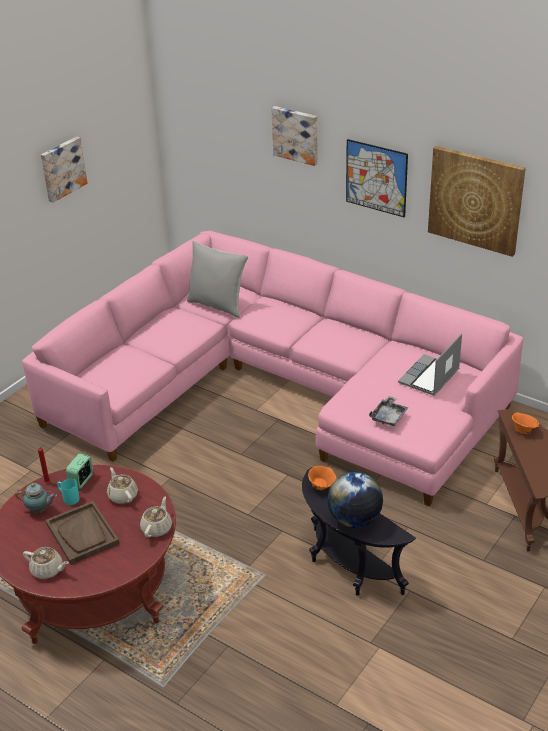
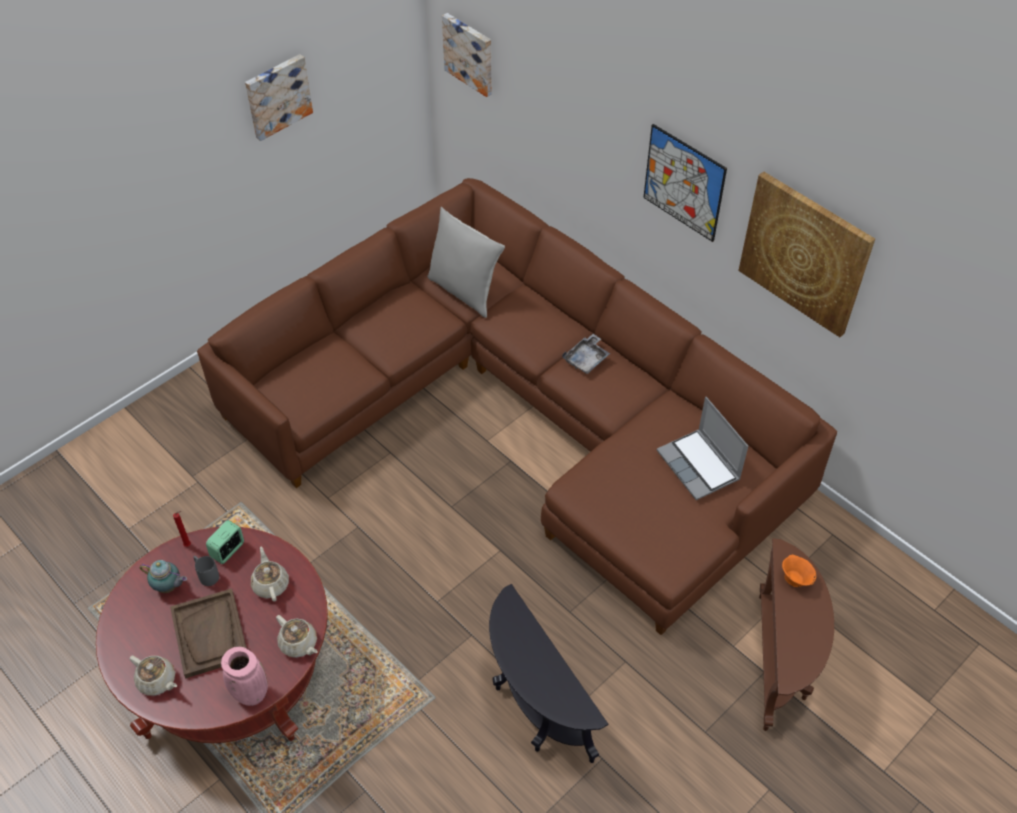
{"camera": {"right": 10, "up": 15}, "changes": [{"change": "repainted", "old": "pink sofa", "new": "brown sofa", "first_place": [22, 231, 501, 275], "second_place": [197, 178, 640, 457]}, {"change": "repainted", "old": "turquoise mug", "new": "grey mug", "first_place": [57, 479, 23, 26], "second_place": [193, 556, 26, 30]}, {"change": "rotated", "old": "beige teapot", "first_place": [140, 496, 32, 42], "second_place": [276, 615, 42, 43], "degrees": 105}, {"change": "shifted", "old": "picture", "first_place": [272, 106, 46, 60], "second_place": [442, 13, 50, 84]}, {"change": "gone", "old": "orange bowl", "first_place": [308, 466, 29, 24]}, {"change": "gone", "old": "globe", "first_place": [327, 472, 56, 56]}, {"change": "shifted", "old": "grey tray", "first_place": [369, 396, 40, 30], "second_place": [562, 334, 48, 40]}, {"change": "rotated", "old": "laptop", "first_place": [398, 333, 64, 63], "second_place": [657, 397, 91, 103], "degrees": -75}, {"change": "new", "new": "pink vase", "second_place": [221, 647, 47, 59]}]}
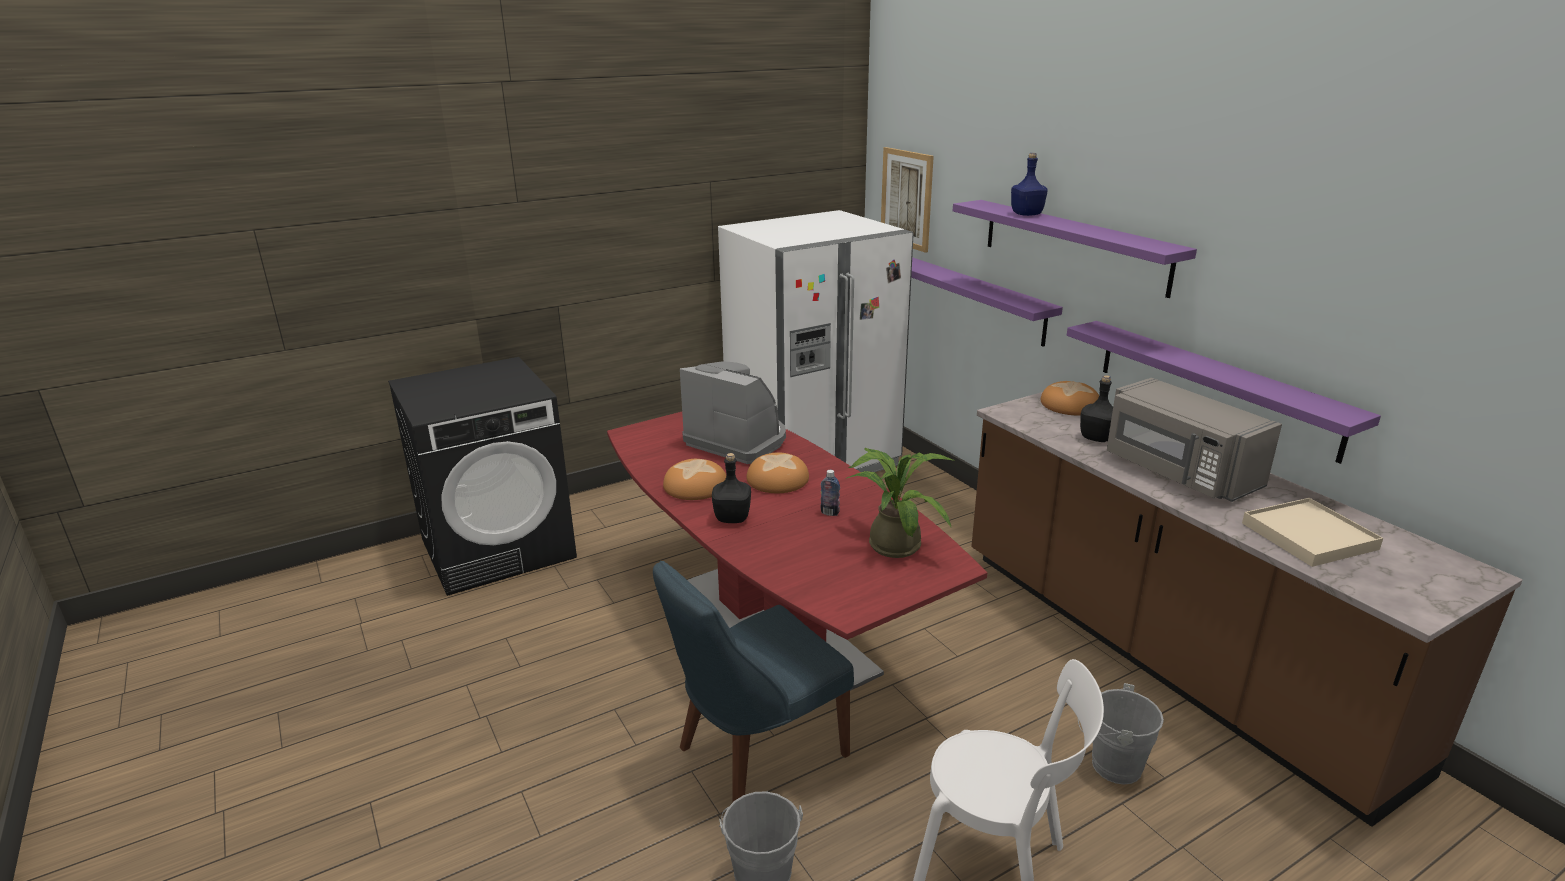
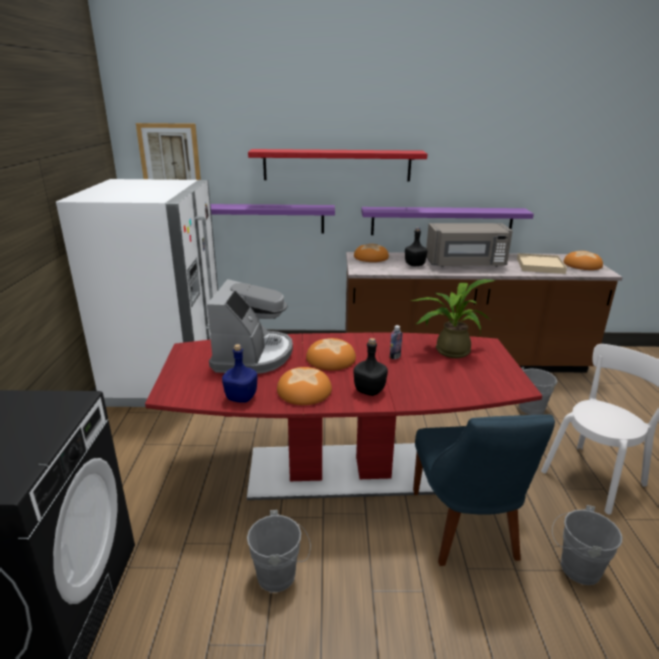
{"camera": {"right": -60, "up": 0}, "changes": [{"change": "rotated", "old": "coffee machine", "first_place": [680, 361, 106, 103], "second_place": [207, 279, 86, 95], "degrees": 120}, {"change": "repainted", "old": "purple shelf", "new": "red shelf", "first_place": [953, 200, 244, 98], "second_place": [248, 149, 179, 33]}, {"change": "shifted", "old": "blue bottle", "first_place": [1011, 153, 37, 63], "second_place": [222, 344, 35, 59]}, {"change": "new", "new": "grey bucket", "second_place": [247, 510, 64, 82]}, {"change": "new", "new": "bread", "second_place": [563, 251, 40, 19]}]}
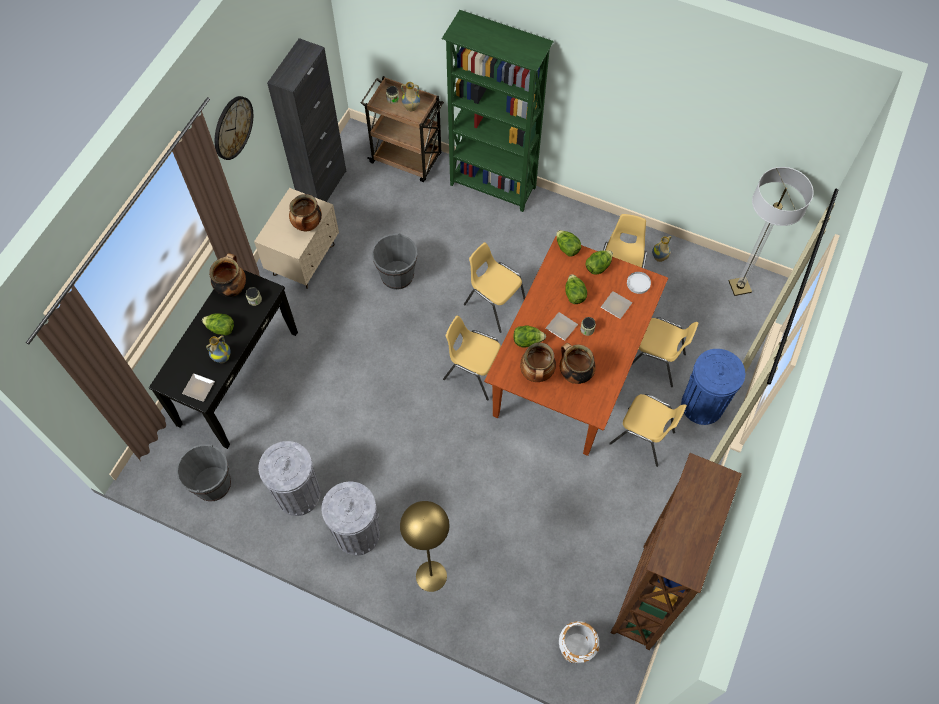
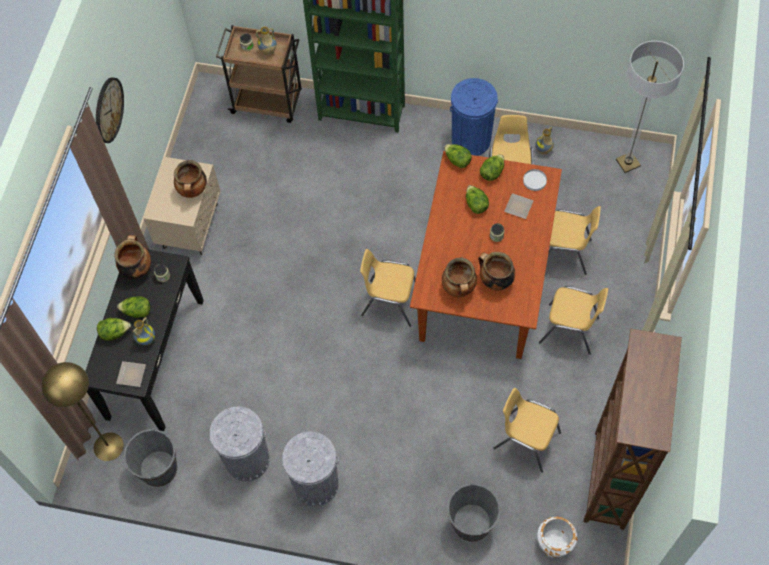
{"camera": {"right": -10, "up": 0}, "changes": [{"change": "gone", "old": "black cabinet", "first_place": [267, 38, 79, 164]}, {"change": "shifted", "old": "grey bucket", "first_place": [372, 233, 45, 57], "second_place": [447, 483, 53, 59]}, {"change": "shifted", "old": "yellow floor lamp", "first_place": [400, 501, 49, 91], "second_place": [42, 362, 82, 99]}, {"change": "shifted", "old": "yellow chair", "first_place": [464, 242, 61, 91], "second_place": [493, 388, 68, 85]}, {"change": "shifted", "old": "lettuce", "first_place": [513, 325, 33, 23], "second_place": [97, 318, 34, 23]}, {"change": "gone", "old": "plate", "first_place": [546, 312, 32, 29]}, {"change": "shifted", "old": "blue trash can", "first_place": [681, 349, 64, 76], "second_place": [450, 78, 48, 78]}]}
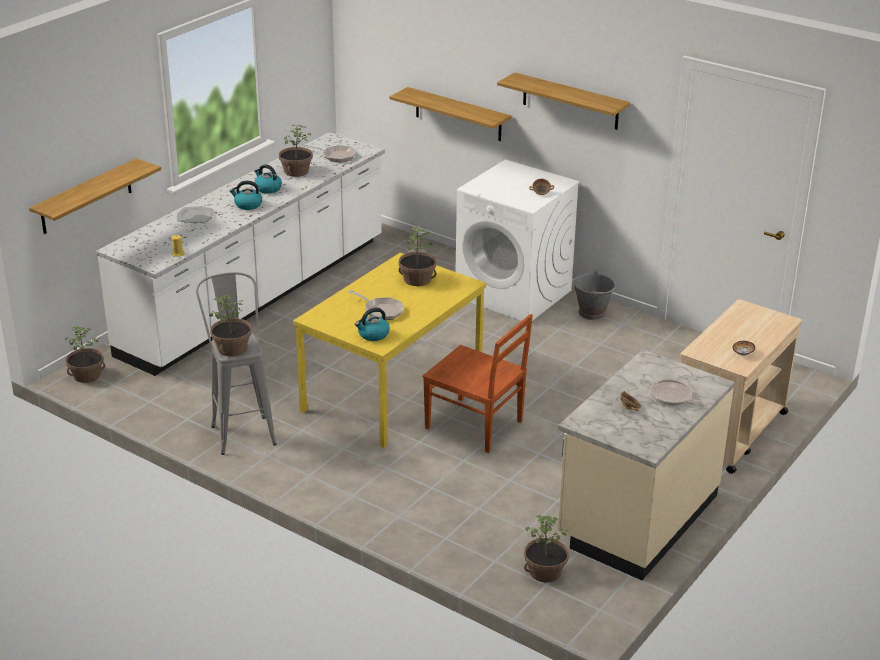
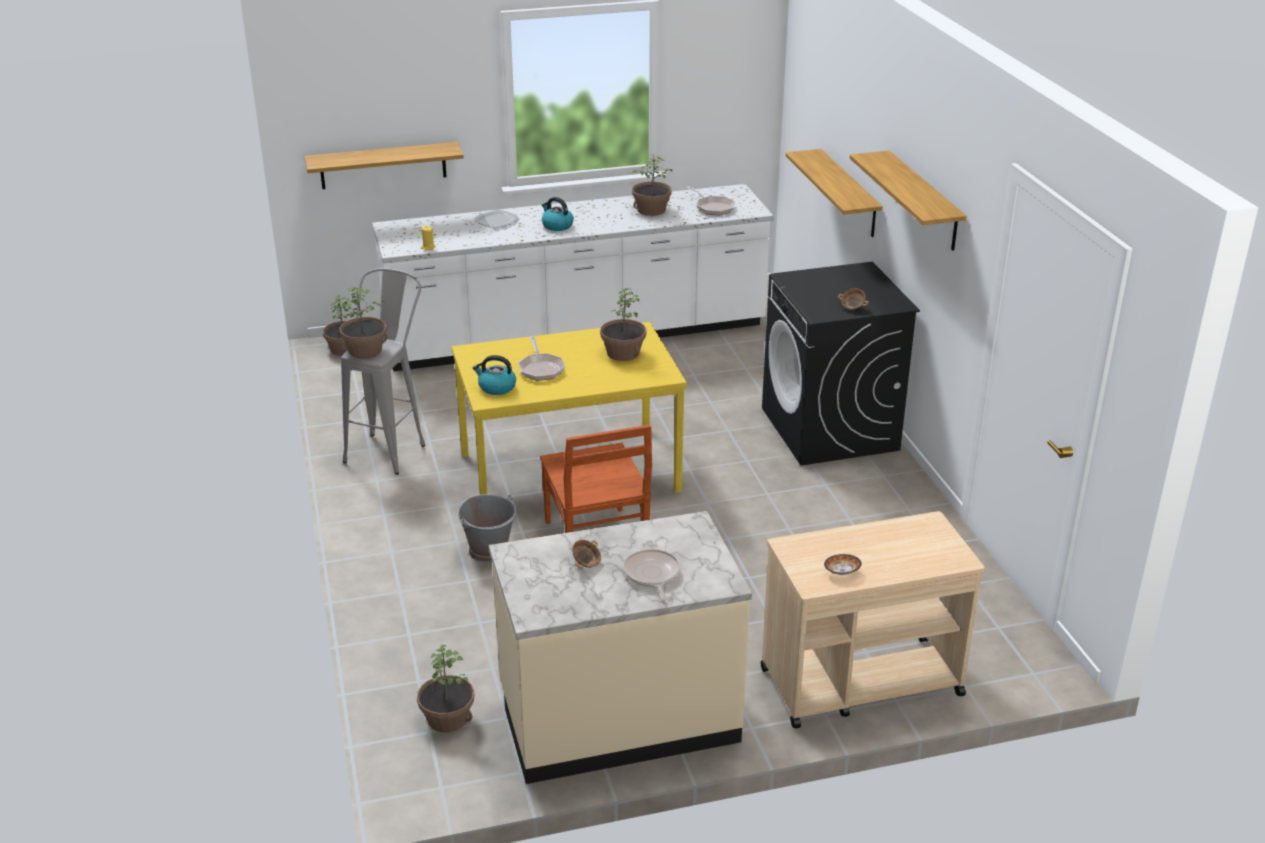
{"camera": {"right": 40, "up": 0}, "changes": [{"change": "gone", "old": "kettle", "first_place": [254, 164, 28, 30]}, {"change": "repainted", "old": "white washing machine", "new": "black washing machine", "first_place": [455, 159, 125, 162], "second_place": [762, 262, 158, 203]}, {"change": "shifted", "old": "grey bucket", "first_place": [572, 270, 44, 50], "second_place": [458, 494, 59, 69]}]}
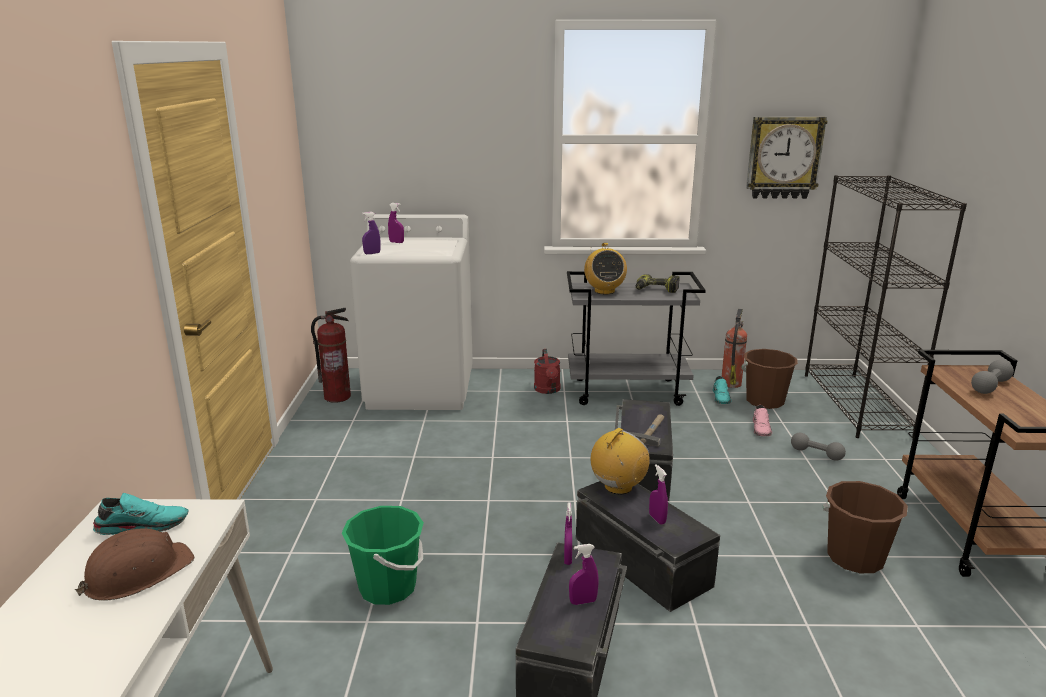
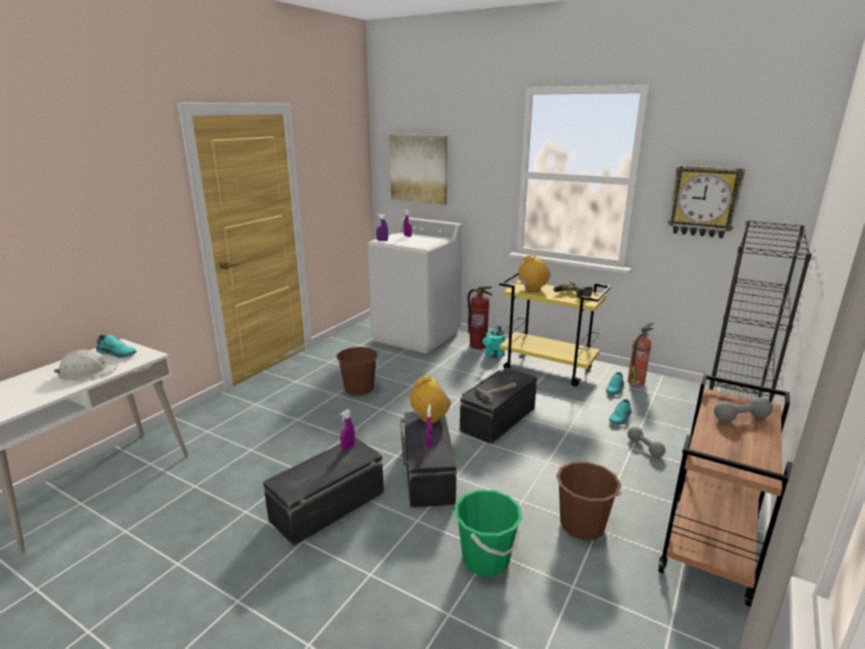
{"camera": {"right": 30, "up": 0}, "changes": [{"change": "repainted", "old": "brown hard hat", "new": "white hard hat", "first_place": [75, 528, 119, 73], "second_place": [54, 350, 64, 30]}, {"change": "shifted", "old": "fire extinguisher", "first_place": [311, 308, 40, 95], "second_place": [467, 286, 25, 63]}, {"change": "shifted", "old": "green bucket", "first_place": [342, 506, 82, 99], "second_place": [455, 490, 67, 86]}, {"change": "repainted", "old": "red watering can", "new": "turquoise watering can", "first_place": [534, 349, 26, 45], "second_place": [483, 325, 22, 32]}, {"change": "repainted", "old": "grey cart", "new": "yellow cart", "first_place": [567, 271, 139, 135], "second_place": [499, 272, 112, 115]}, {"change": "gone", "old": "purple spray bottle", "first_place": [569, 544, 30, 61]}, {"change": "rotated", "old": "radio", "first_place": [584, 243, 43, 52], "second_place": [518, 254, 33, 38], "degrees": -135}, {"change": "shifted", "old": "brown bucket", "first_place": [742, 349, 56, 60], "second_place": [336, 347, 43, 48]}, {"change": "repainted", "old": "pink shoe", "new": "turquoise shoe", "first_place": [753, 405, 19, 31], "second_place": [610, 399, 22, 26]}, {"change": "new", "new": "picture", "second_place": [389, 134, 58, 71]}]}
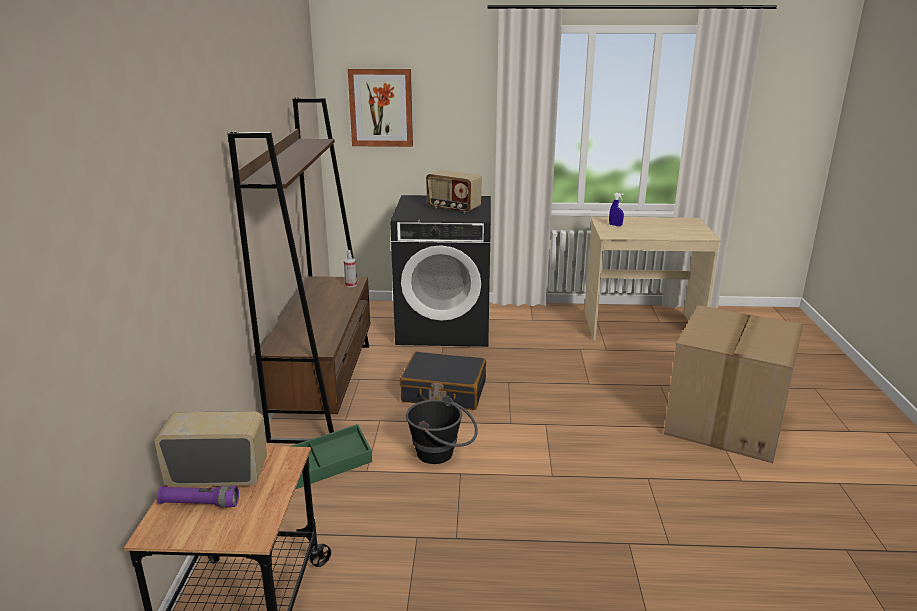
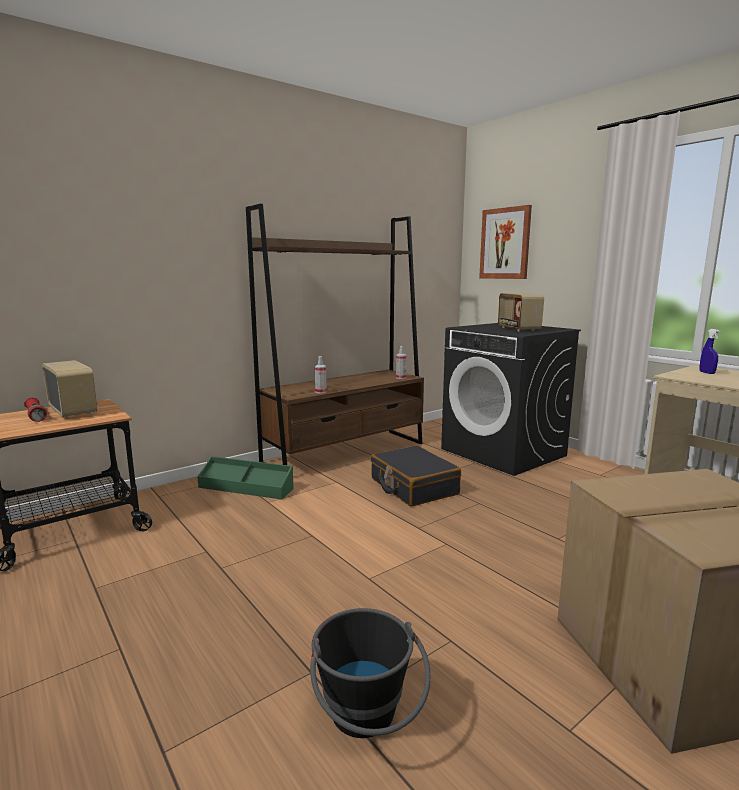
{"camera": {"right": 50, "up": -10}, "changes": [{"change": "repainted", "old": "purple flashlight", "new": "red flashlight", "first_place": [157, 485, 82, 23], "second_place": [24, 397, 23, 25]}, {"change": "shifted", "old": "black bucket", "first_place": [406, 396, 72, 68], "second_place": [310, 608, 121, 130]}, {"change": "new", "new": "spray bottle", "second_place": [315, 356, 12, 38]}]}
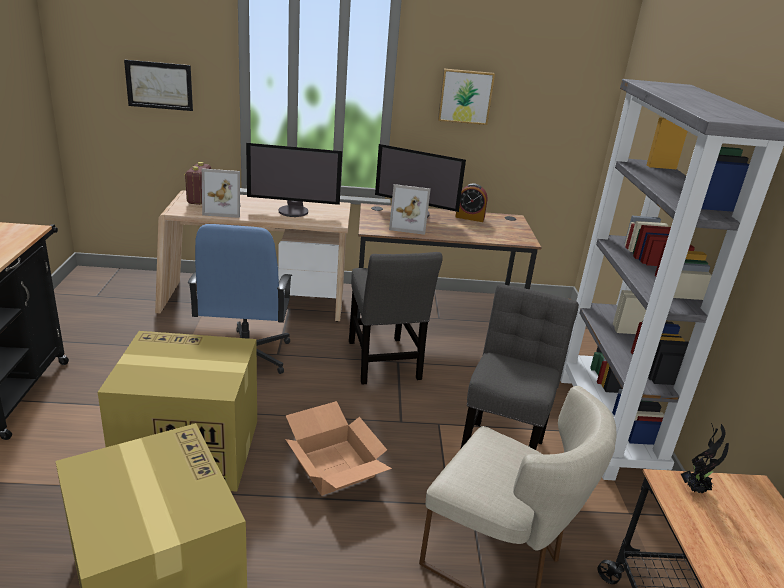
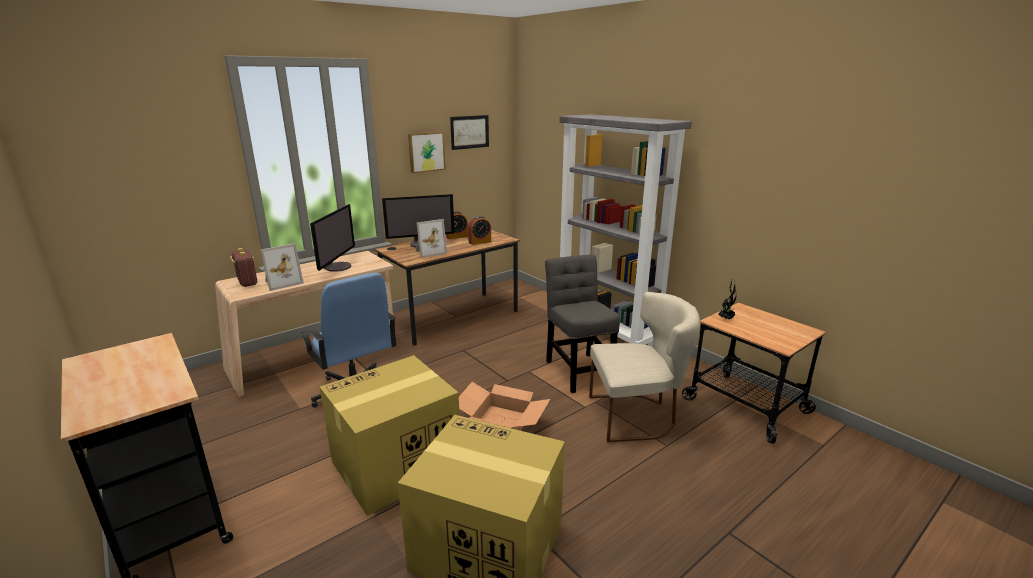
{"camera": {"right": -35, "up": -5}, "changes": [{"change": "shifted", "old": "picture", "first_place": [124, 60, 69, 51], "second_place": [450, 115, 39, 35]}, {"change": "rotated", "old": "monitor", "first_place": [246, 143, 96, 74], "second_place": [310, 204, 45, 68], "degrees": -45}, {"change": "gone", "old": "grey chair", "first_place": [349, 252, 94, 133]}, {"change": "new", "new": "alarm clock", "second_place": [468, 216, 23, 29]}]}
